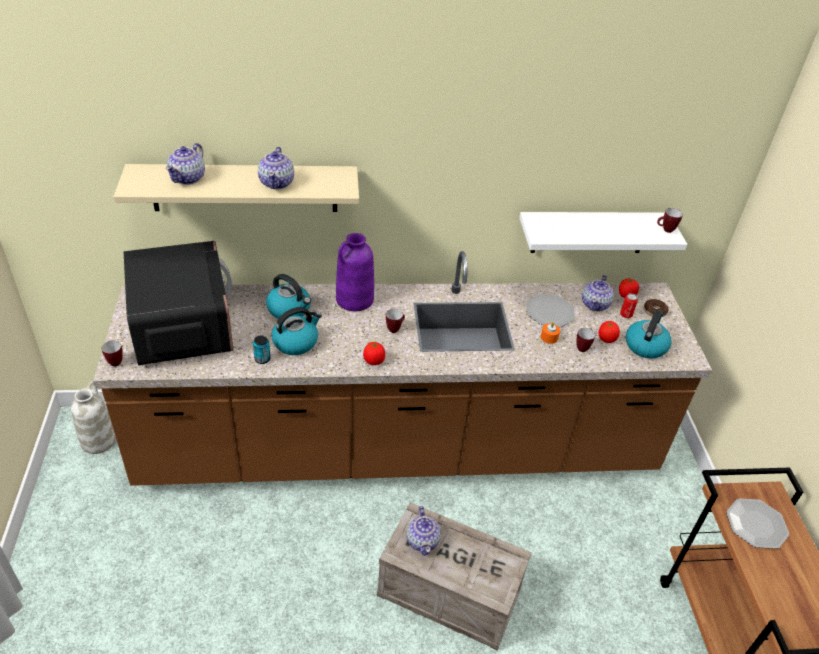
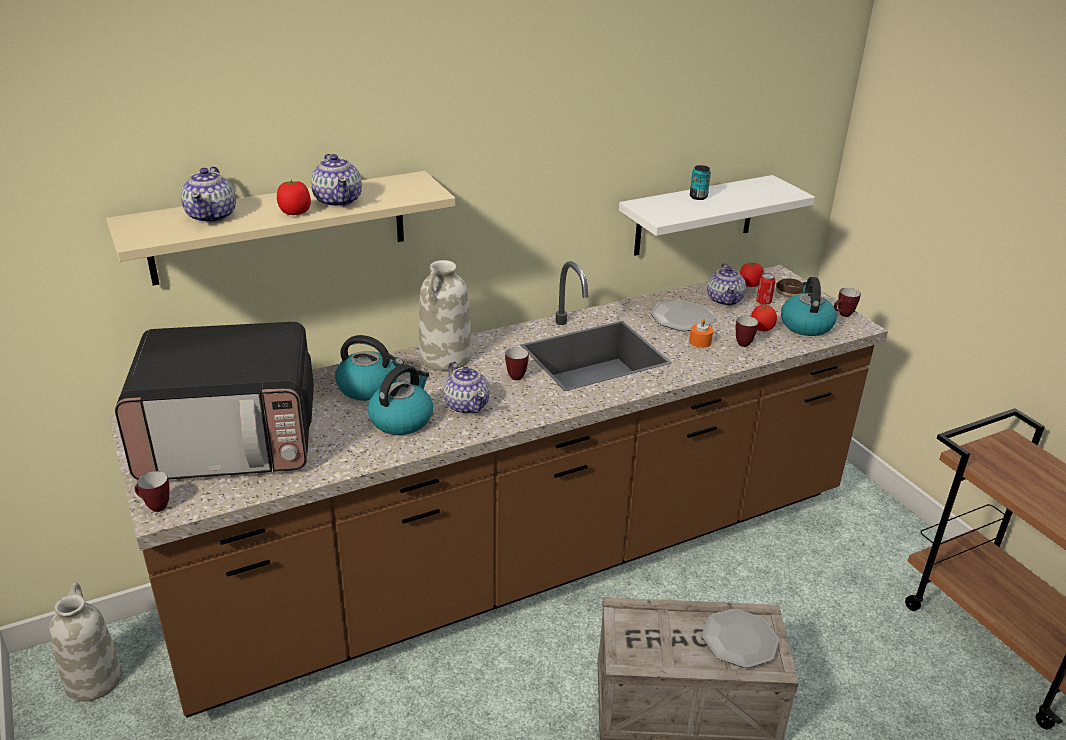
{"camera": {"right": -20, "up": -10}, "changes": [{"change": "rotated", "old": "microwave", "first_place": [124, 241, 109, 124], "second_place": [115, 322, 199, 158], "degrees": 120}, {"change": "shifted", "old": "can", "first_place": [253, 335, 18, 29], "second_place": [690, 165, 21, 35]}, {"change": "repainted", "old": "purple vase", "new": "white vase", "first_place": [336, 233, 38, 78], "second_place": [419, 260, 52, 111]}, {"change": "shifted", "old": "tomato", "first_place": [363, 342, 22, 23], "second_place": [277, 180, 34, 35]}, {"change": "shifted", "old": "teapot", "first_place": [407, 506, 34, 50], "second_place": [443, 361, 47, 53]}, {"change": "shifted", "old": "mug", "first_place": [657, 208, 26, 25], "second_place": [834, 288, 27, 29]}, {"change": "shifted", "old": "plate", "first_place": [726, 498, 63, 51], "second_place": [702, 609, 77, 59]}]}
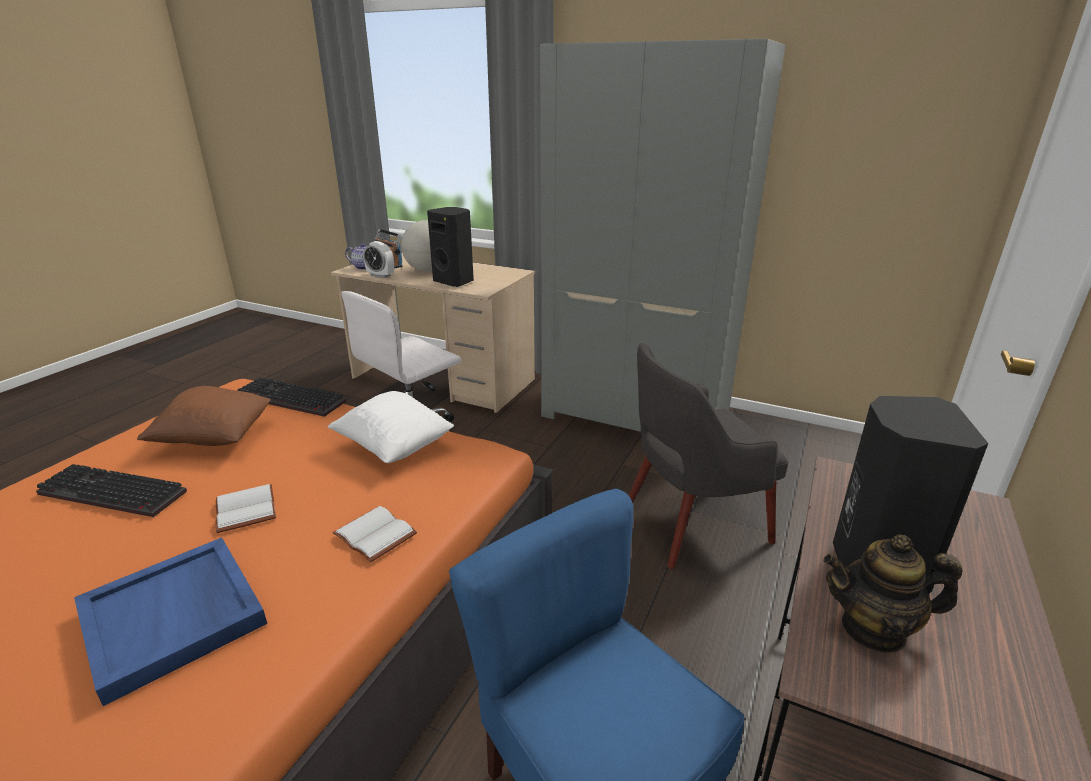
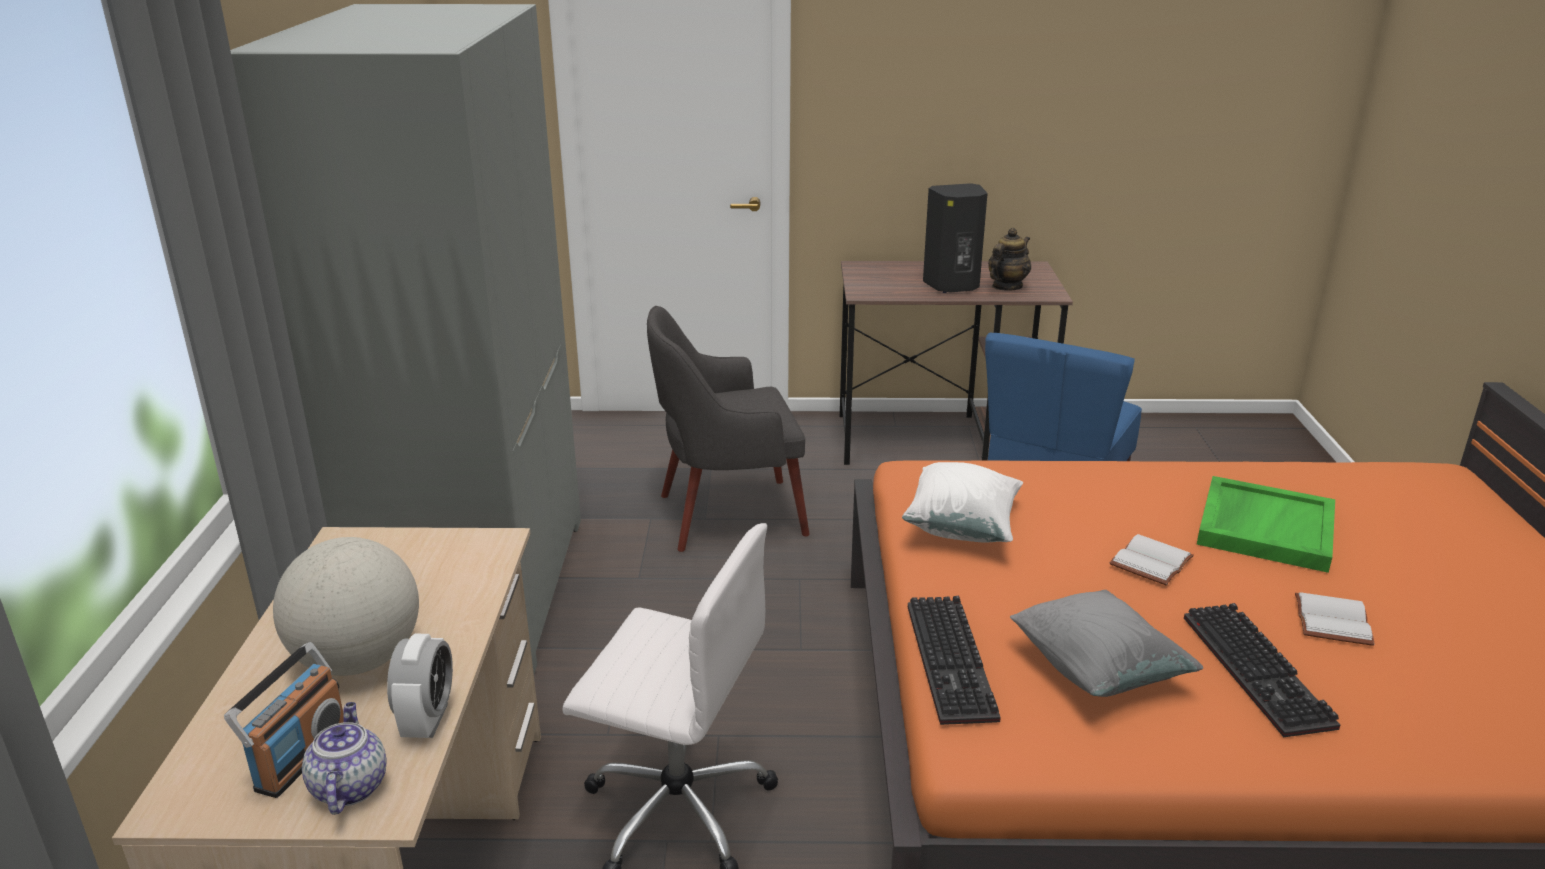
{"camera": {"right": -115, "up": 0}, "changes": [{"change": "repainted", "old": "blue tray", "new": "green tray", "first_place": [74, 537, 193, 169], "second_place": [1197, 476, 138, 97]}, {"change": "repainted", "old": "brown pillow", "new": "grey pillow", "first_place": [137, 386, 134, 60], "second_place": [1010, 590, 193, 107]}, {"change": "shifted", "old": "white book", "first_place": [333, 506, 84, 56], "second_place": [1295, 592, 80, 54]}, {"change": "gone", "old": "black speaker", "first_place": [427, 207, 47, 80]}, {"change": "rotated", "old": "grey armchair", "first_place": [629, 343, 159, 226], "second_place": [647, 306, 163, 246], "degrees": 120}, {"change": "rotated", "old": "teapot", "first_place": [823, 534, 139, 119], "second_place": [988, 228, 43, 63], "degrees": -120}]}
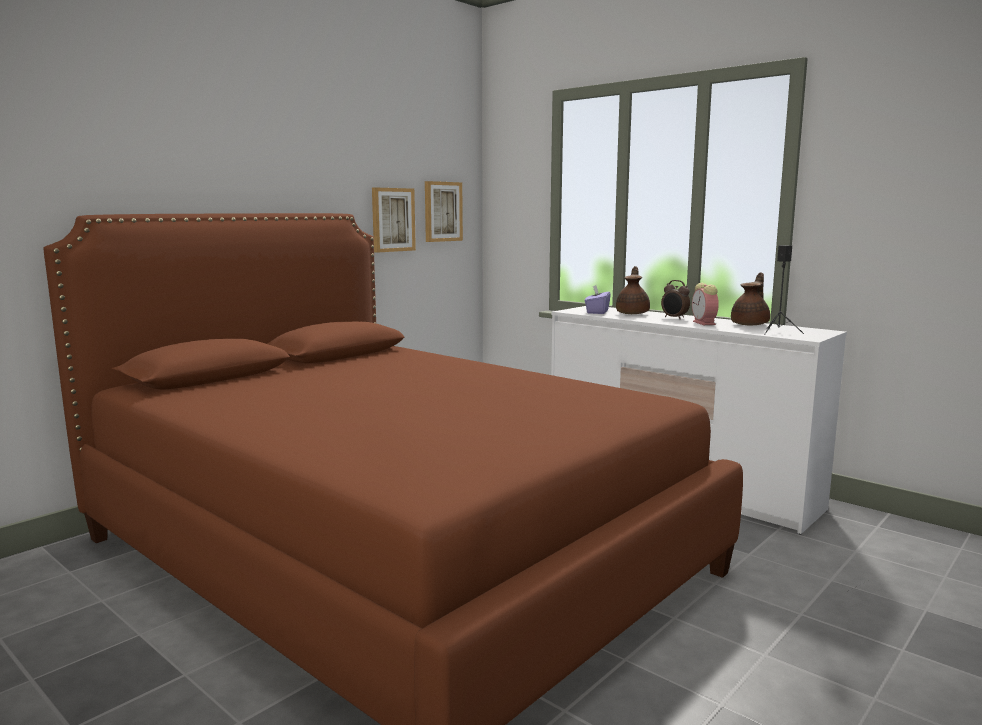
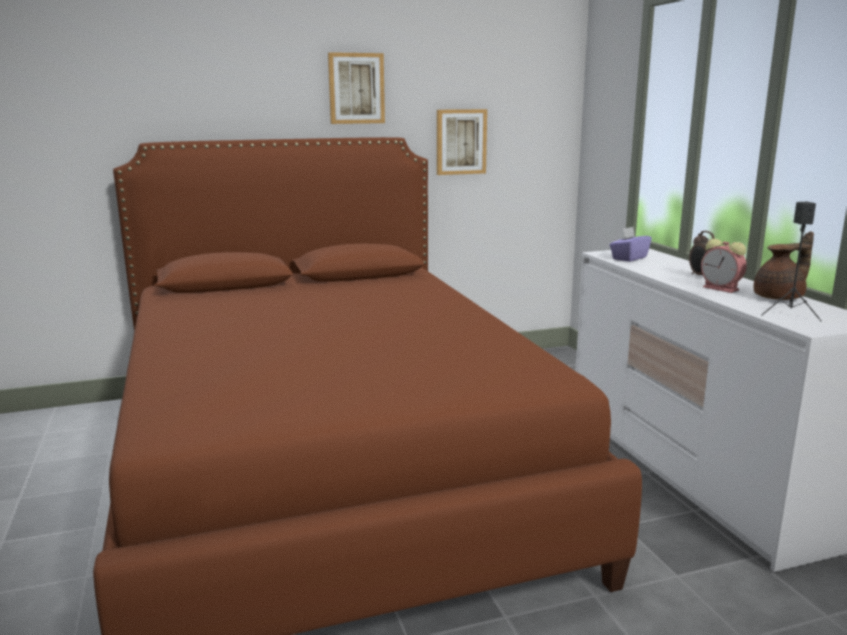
{"camera": {"right": 30, "up": 5}, "changes": [{"change": "shifted", "old": "picture", "first_place": [425, 181, 38, 61], "second_place": [328, 52, 57, 72]}, {"change": "gone", "old": "brown teapot", "first_place": [616, 266, 34, 48]}, {"change": "rotated", "old": "alarm clock", "first_place": [692, 283, 27, 42], "second_place": [701, 239, 46, 54], "degrees": -60}]}
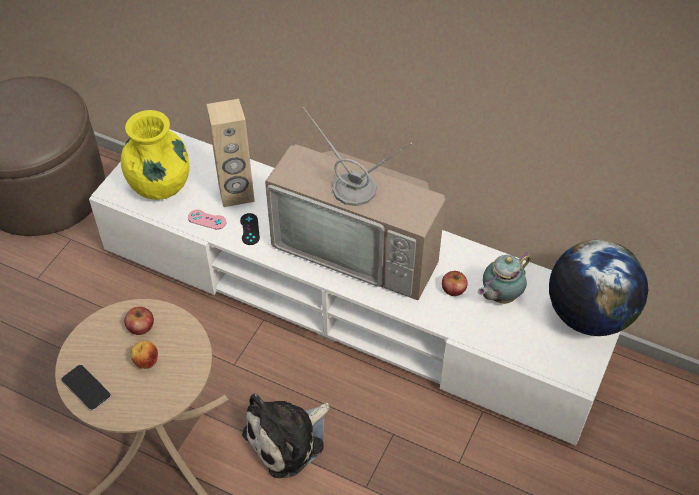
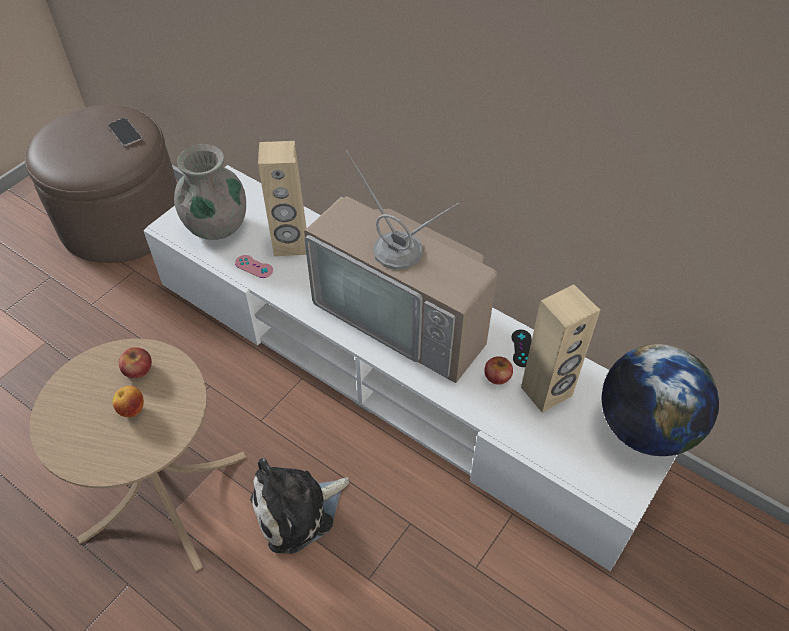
{"camera": {"right": 10, "up": 0}, "changes": [{"change": "shifted", "old": "phone", "first_place": [61, 365, 50, 46], "second_place": [108, 118, 34, 28]}, {"change": "repainted", "old": "yellow vase", "new": "grey vase", "first_place": [121, 110, 69, 90], "second_place": [174, 144, 72, 96]}, {"change": "shifted", "old": "black game controller", "first_place": [240, 213, 20, 32], "second_place": [511, 330, 21, 37]}, {"change": "swapped", "old": "teapot", "new": "beige speaker", "first_place": [478, 252, 53, 52], "second_place": [521, 284, 79, 129]}]}
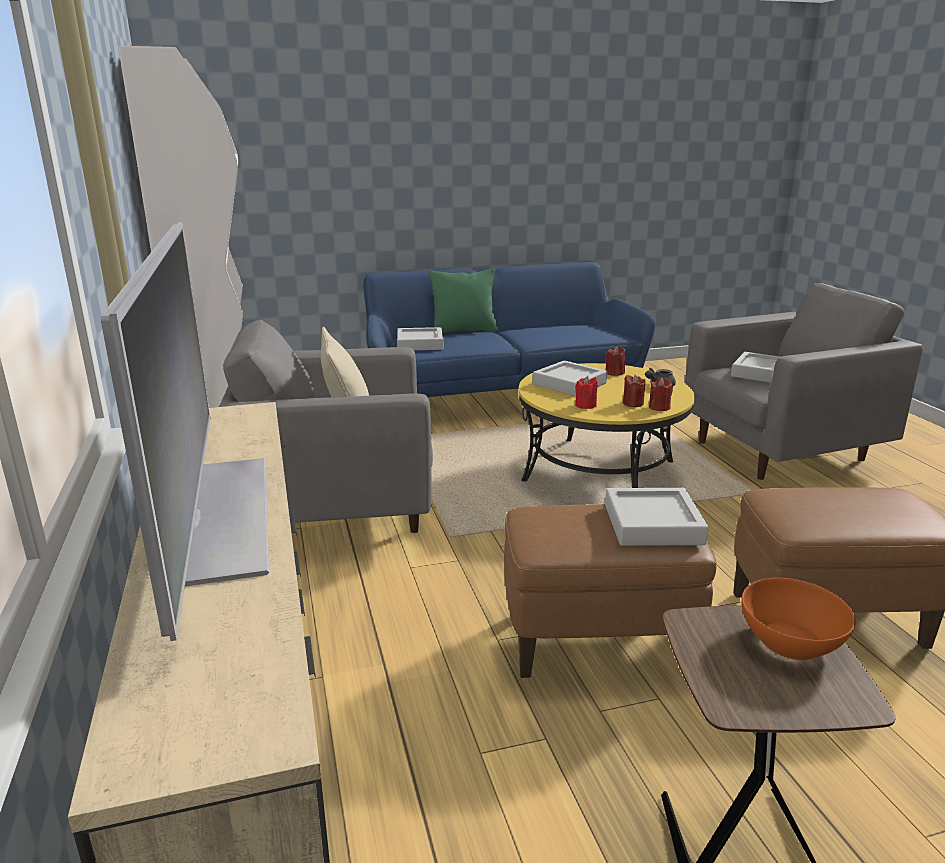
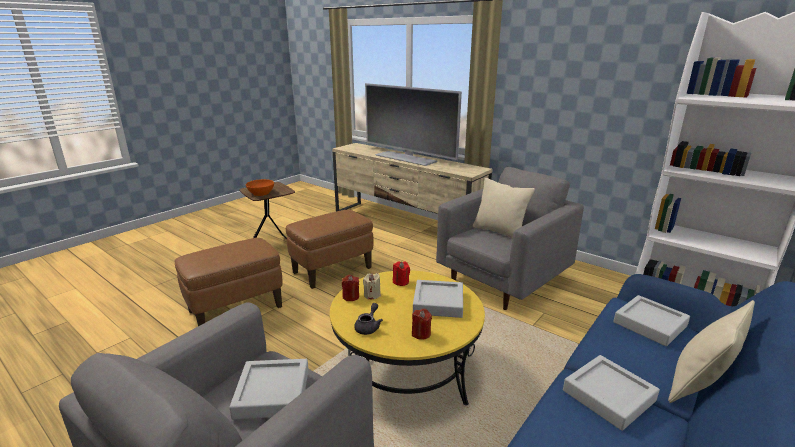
{"camera": {"right": 145, "up": 0}, "changes": [{"change": "repainted", "old": "green pillow", "new": "beige pillow", "first_place": [429, 269, 69, 65], "second_place": [668, 300, 87, 103]}, {"change": "shifted", "old": "grey tray", "first_place": [605, 488, 104, 58], "second_place": [563, 355, 97, 76]}, {"change": "repainted", "old": "red candle", "new": "beige candle", "first_place": [623, 375, 23, 32], "second_place": [363, 273, 18, 27]}]}
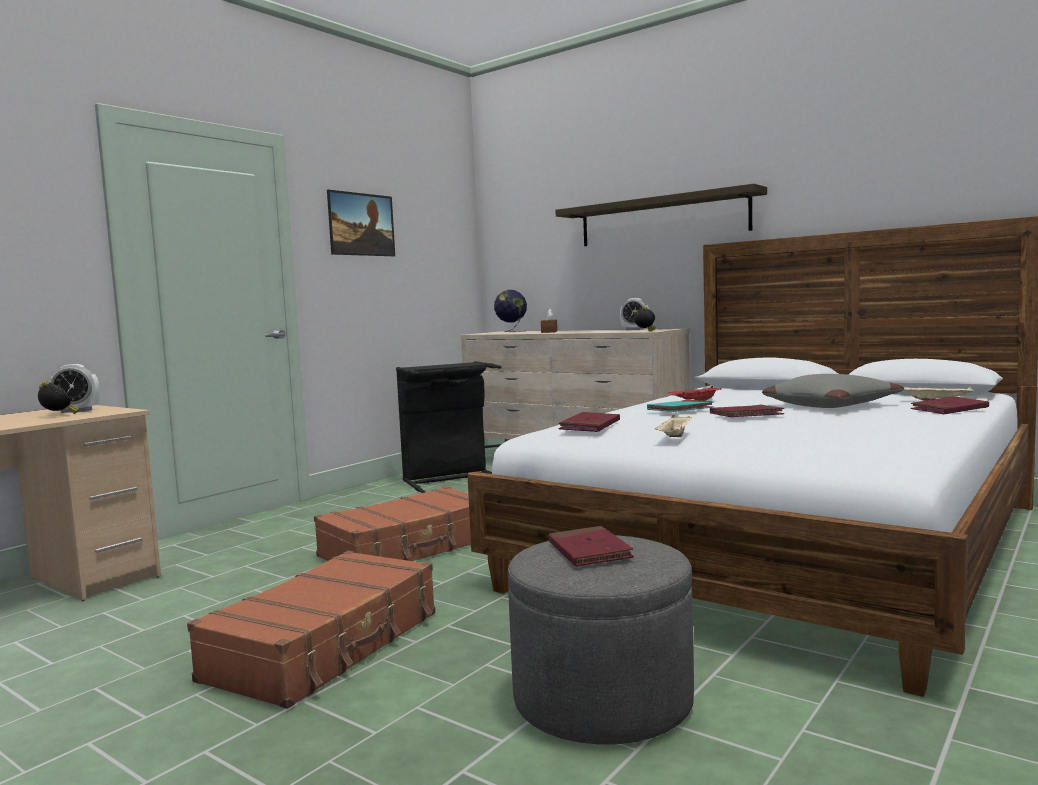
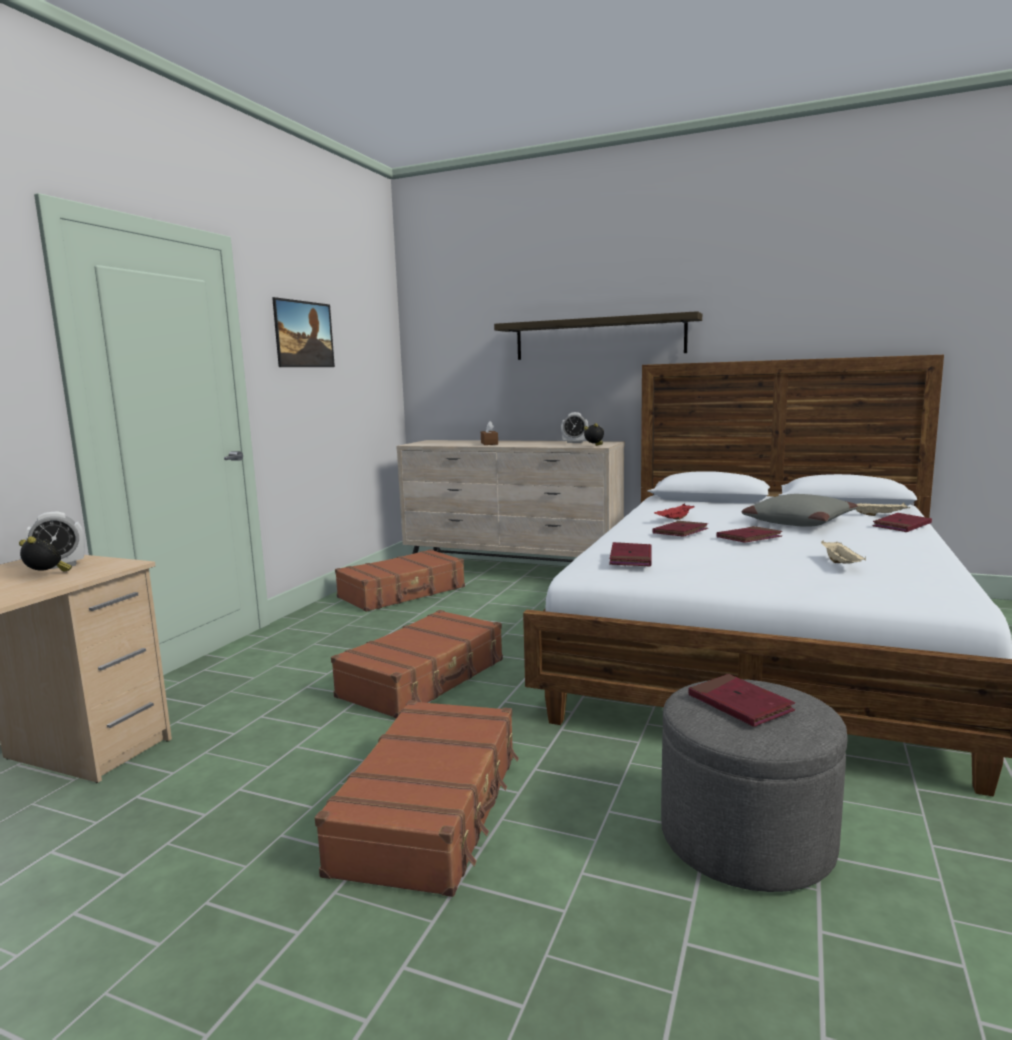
{"camera": {"right": -15, "up": 5}, "changes": [{"change": "swapped", "old": "black laundry basket", "new": "brown suitcase", "first_place": [396, 361, 106, 132], "second_place": [335, 549, 130, 63]}, {"change": "gone", "old": "globe", "first_place": [494, 290, 33, 42]}, {"change": "repainted", "old": "turquoise book", "new": "red book", "first_place": [647, 400, 67, 12], "second_place": [653, 521, 55, 16]}, {"change": "shifted", "old": "beige tray", "first_place": [655, 415, 37, 22], "second_place": [821, 540, 45, 24]}]}
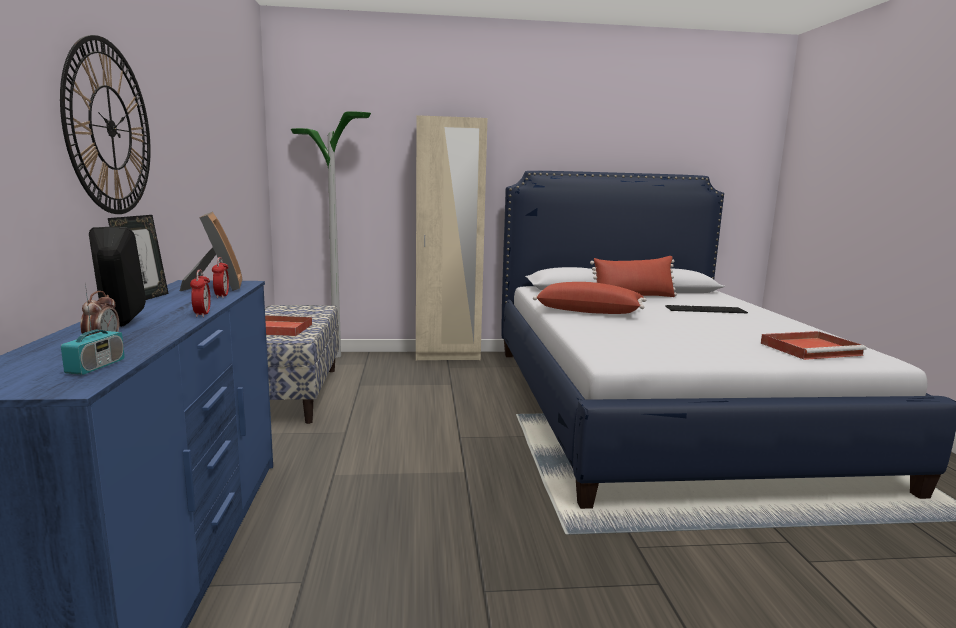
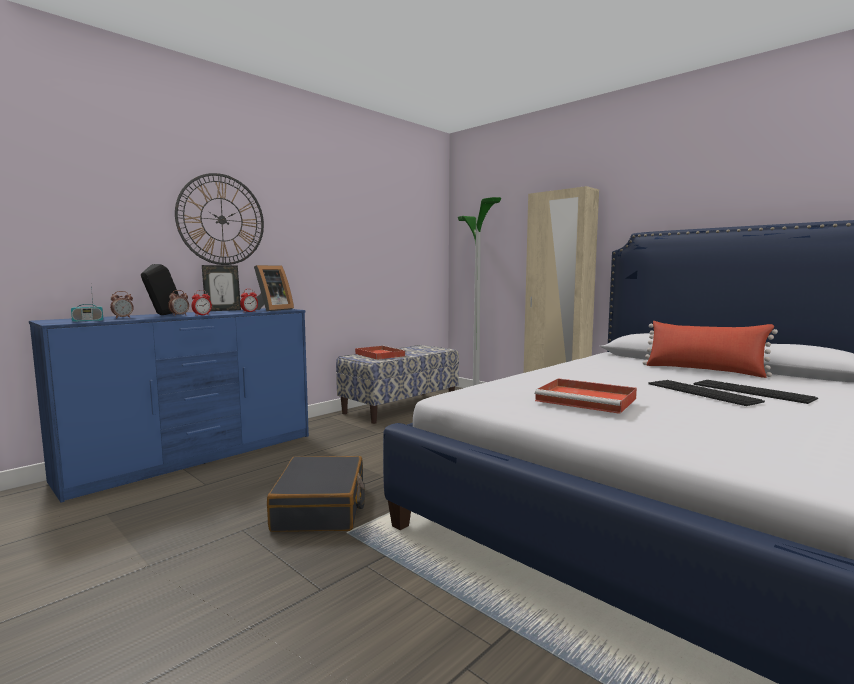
{"camera": {"right": 50, "up": -5}, "changes": [{"change": "gone", "old": "red pillow", "first_place": [533, 282, 113, 32]}, {"change": "shifted", "old": "red tray", "first_place": [761, 331, 105, 29], "second_place": [535, 378, 102, 36]}, {"change": "new", "new": "alarm clock", "second_place": [168, 290, 21, 26]}, {"change": "new", "new": "black suitcase", "second_place": [267, 456, 98, 76]}, {"change": "new", "new": "keyboard", "second_place": [649, 380, 116, 26]}]}
